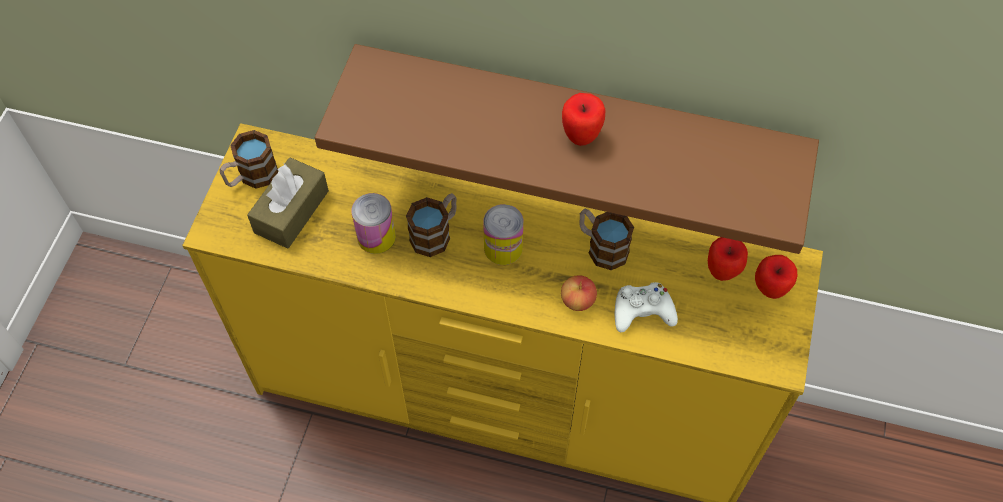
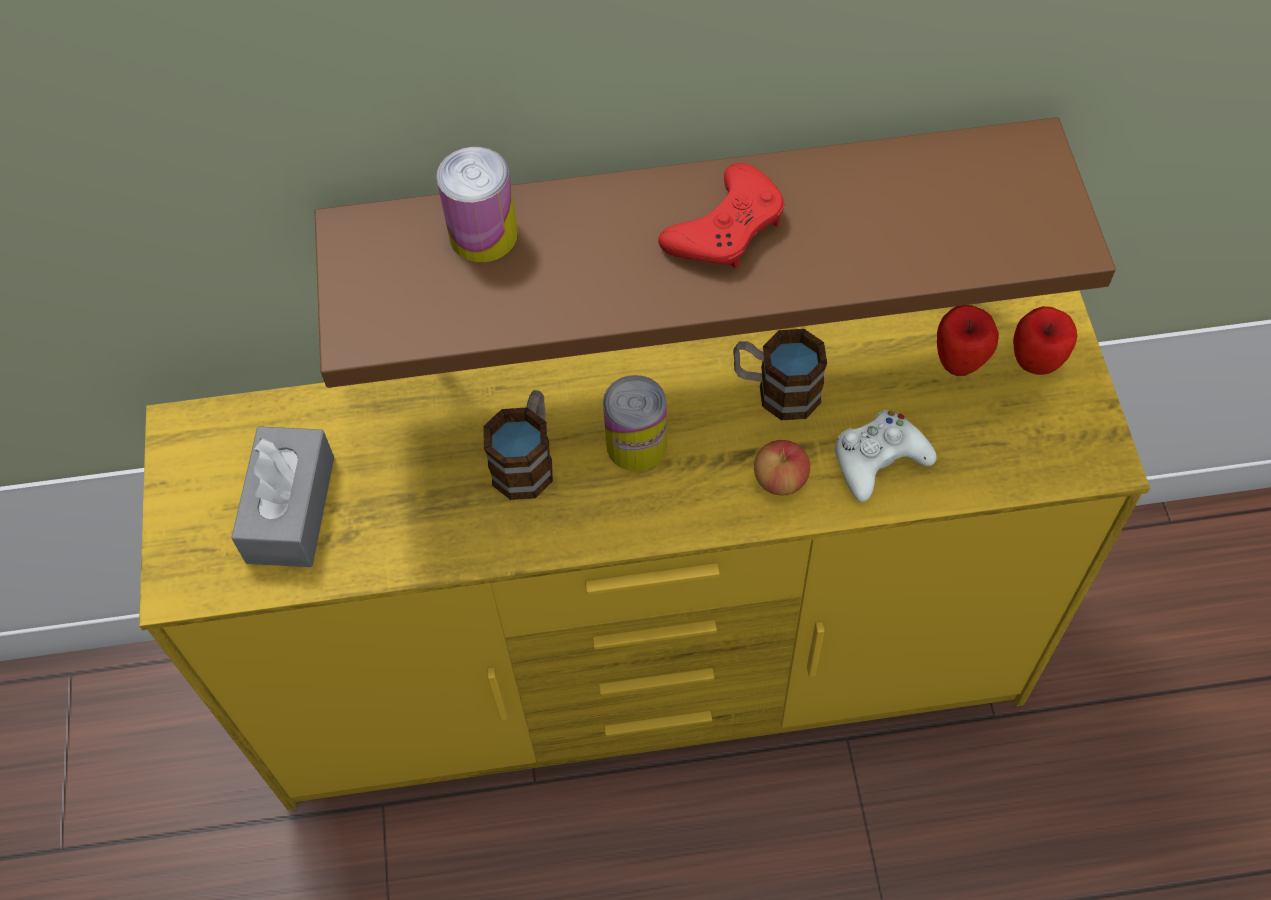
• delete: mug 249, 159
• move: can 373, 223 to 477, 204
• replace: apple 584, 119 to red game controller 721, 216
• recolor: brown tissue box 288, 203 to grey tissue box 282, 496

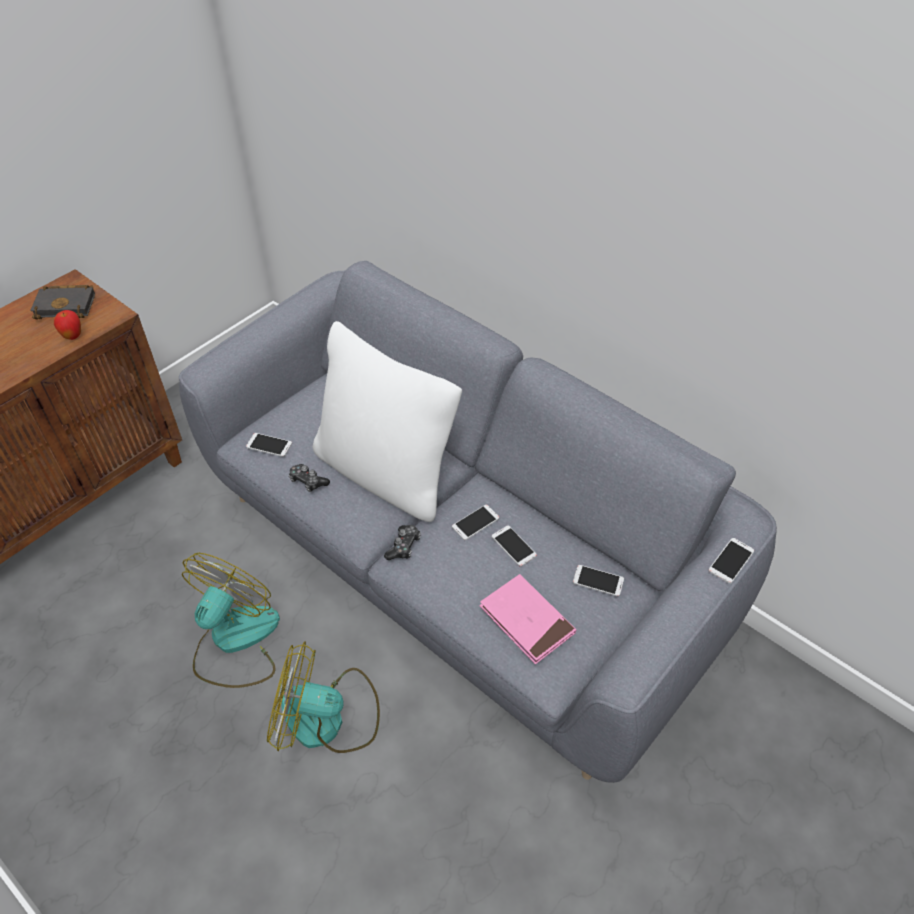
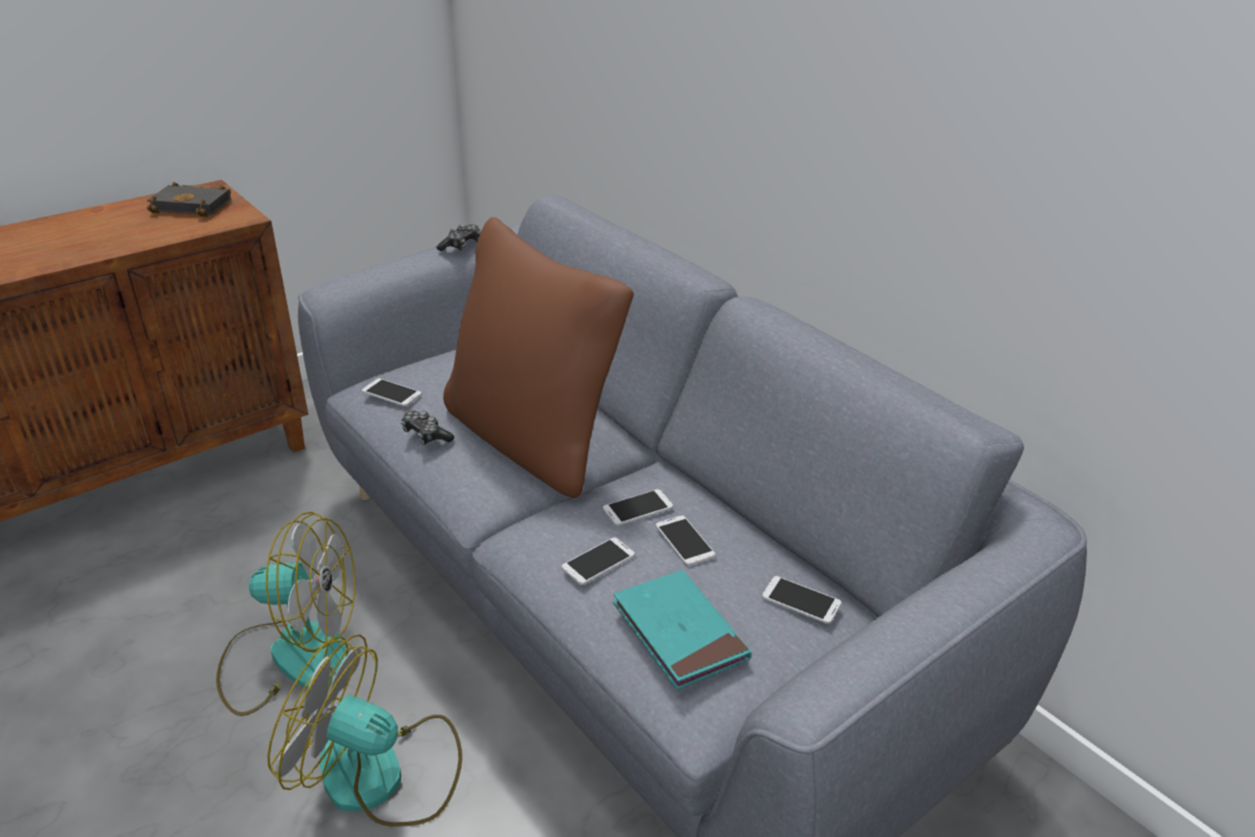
• delete: apple 67, 325
• move: game controller 402, 542 to 459, 237
• move: phone 731, 561 to 598, 561
• recolor: white pillow 387, 421 to brown pillow 538, 357
• recolor: pink book 528, 619 to turquoise book 682, 630
• rotate: fan 231, 620 = 285, 614 60 degrees clockwise

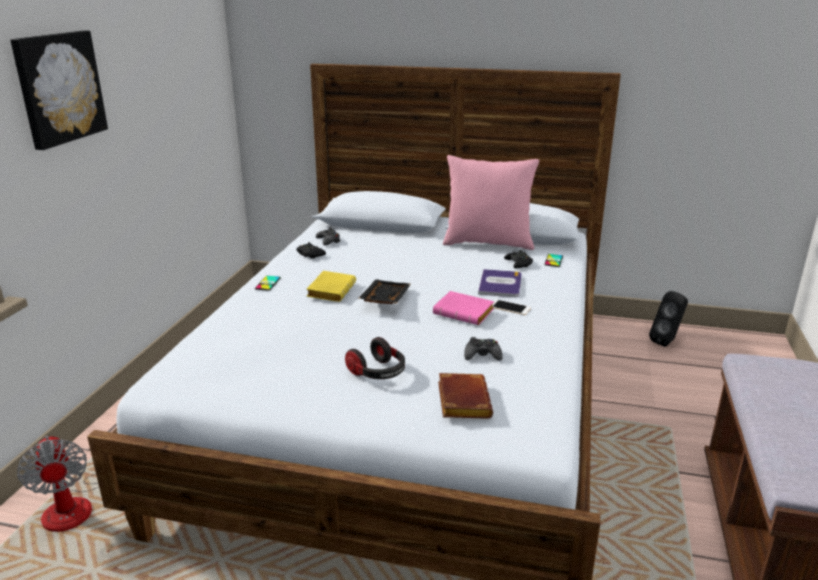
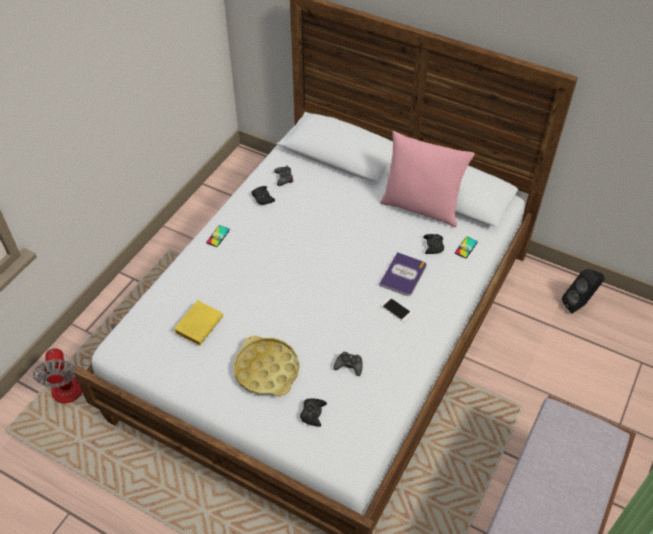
• delete: picture 59, 90
• delete: black tray 384, 291
• delete: pink book 463, 308
• move: yellow book 331, 286 to 198, 322
• replace: headphones 375, 358 to yellow tray 266, 365
• replace: brown book 465, 396 to black game controller 313, 413

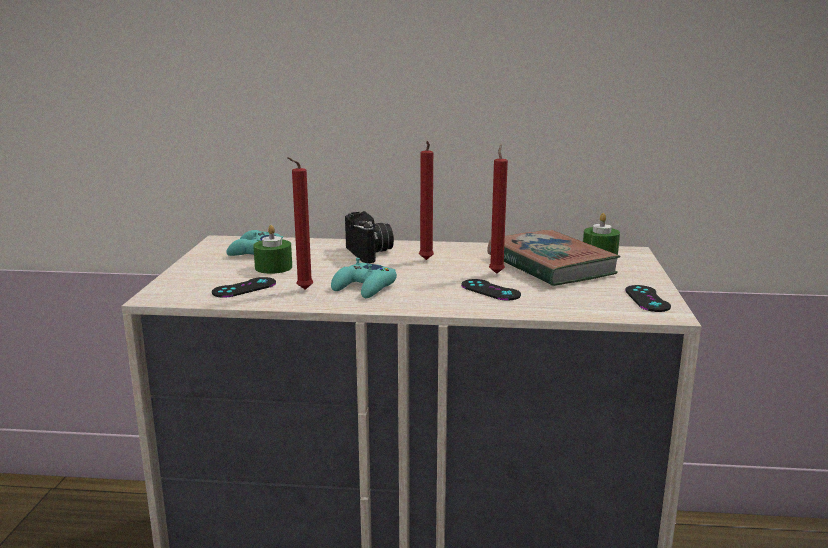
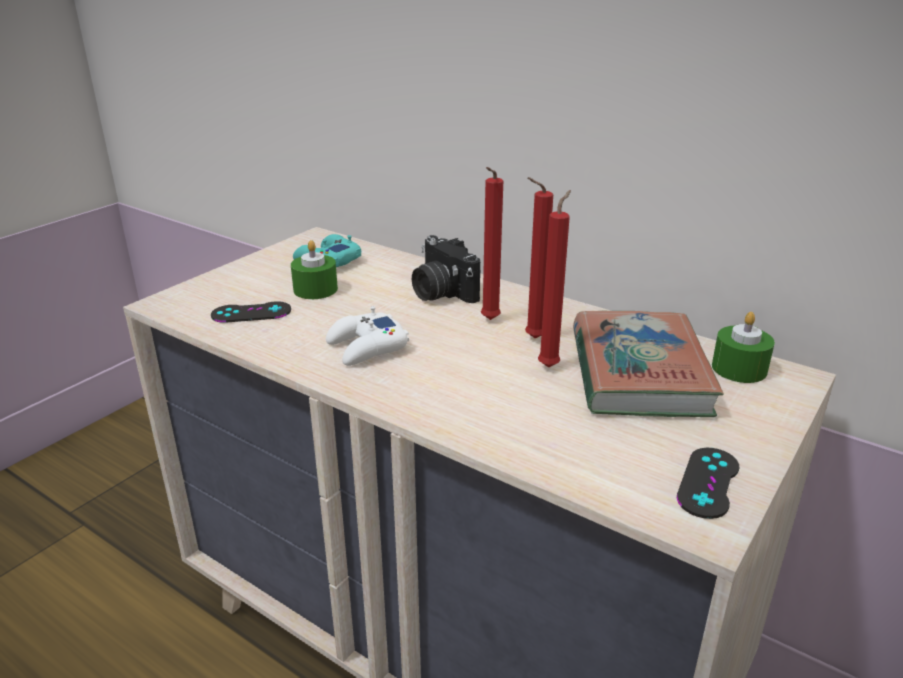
• delete: black game controller 491, 290
• move: red candle 300, 223 to 539, 258
• recolor: turquoise game controller 364, 278 to white game controller 367, 336
• rotate: photo camera 369, 237 = 446, 269 135 degrees clockwise

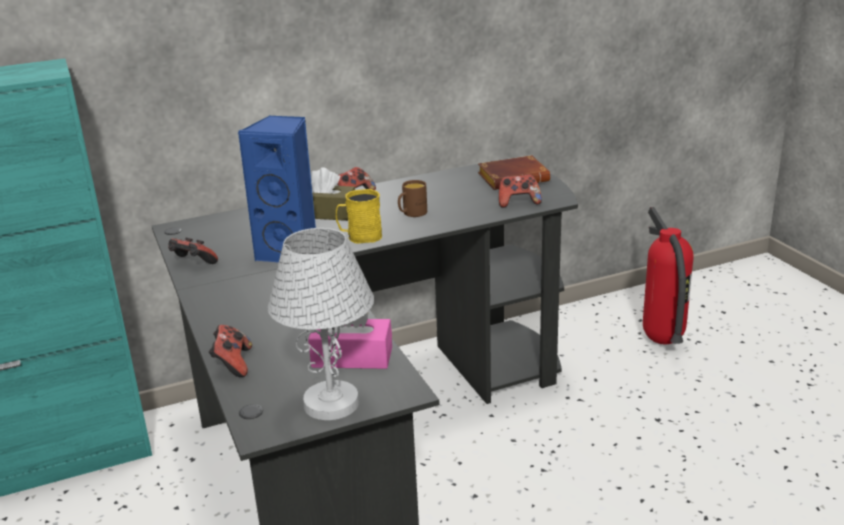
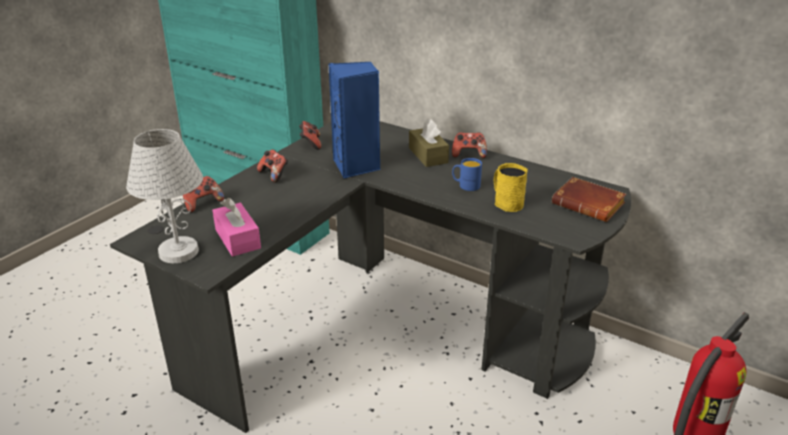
• move: yellow mug 359, 216 to 510, 187
• move: game controller 520, 191 to 272, 166
• recolor: brown mug 412, 198 to blue mug 467, 174

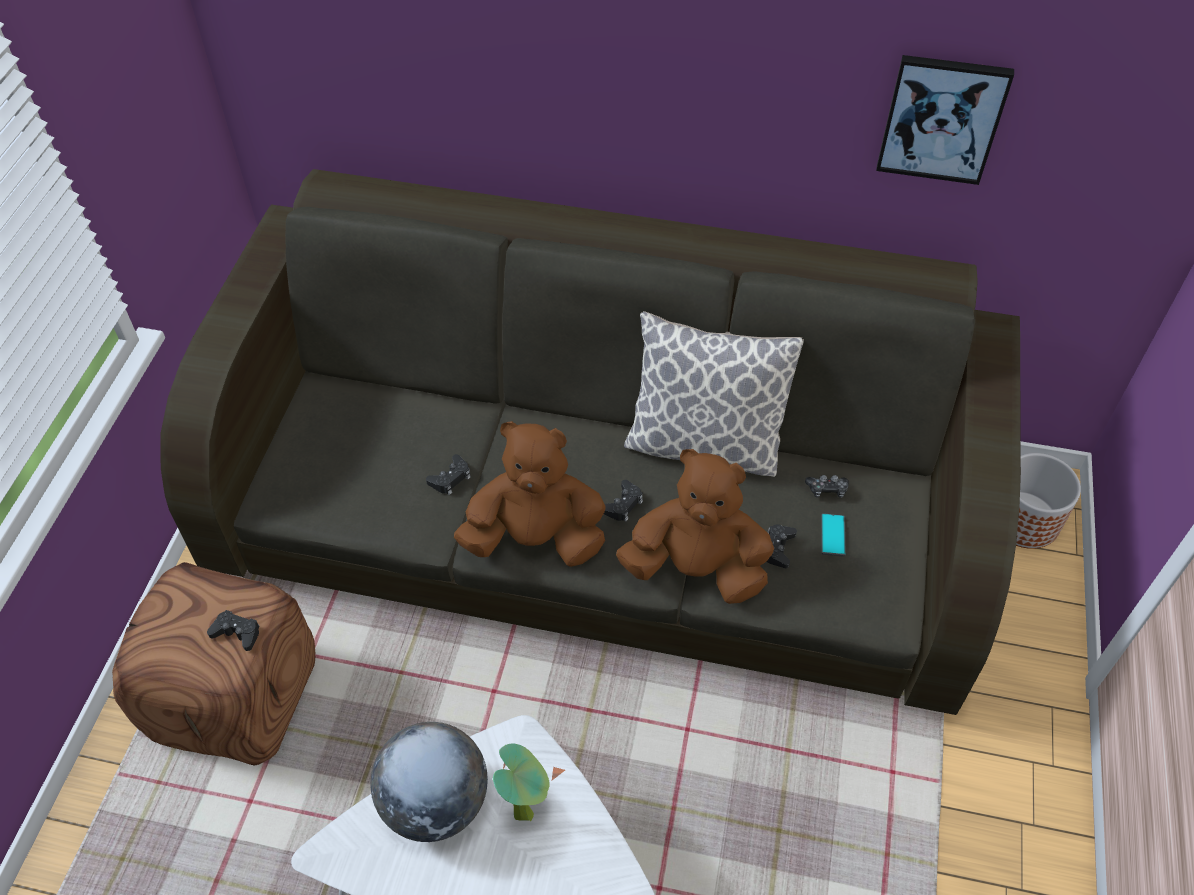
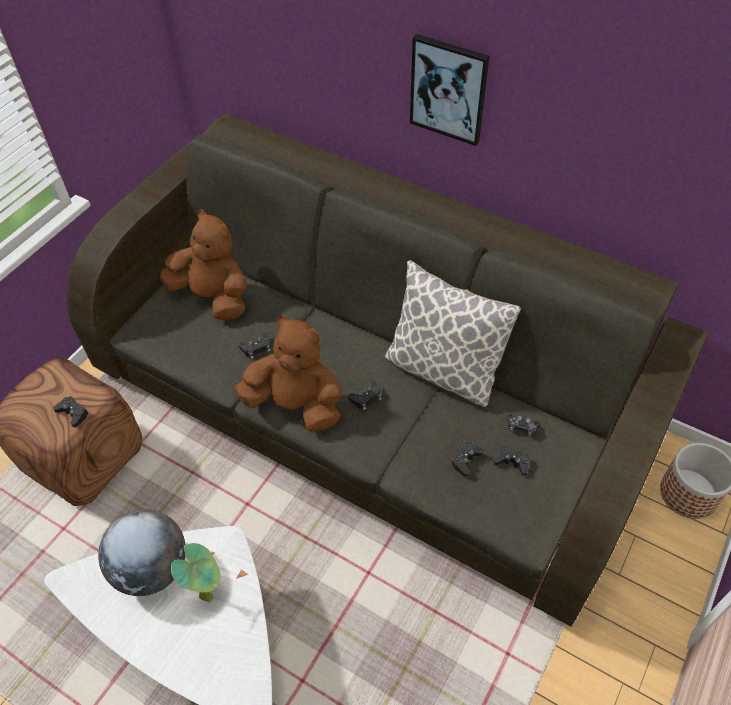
• move: brown plush toy 695, 526 to 203, 265
• move: picture 945, 120 to 449, 90
• replace: phone 833, 535 to black game controller 511, 461

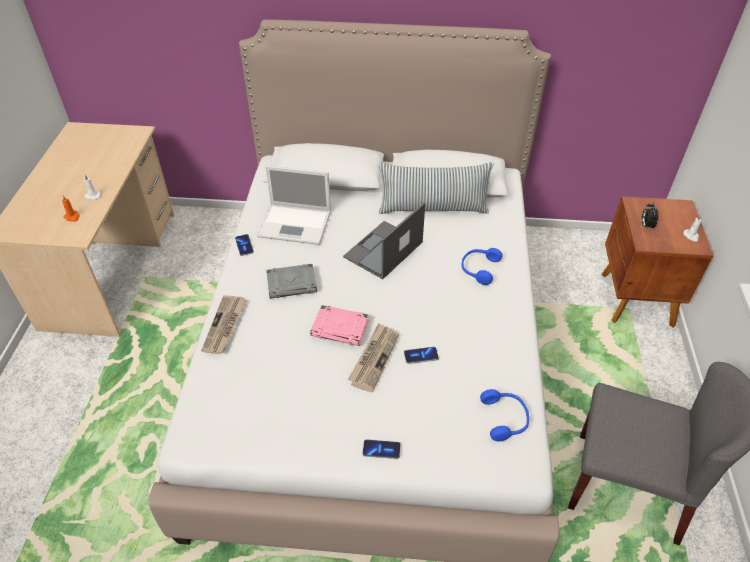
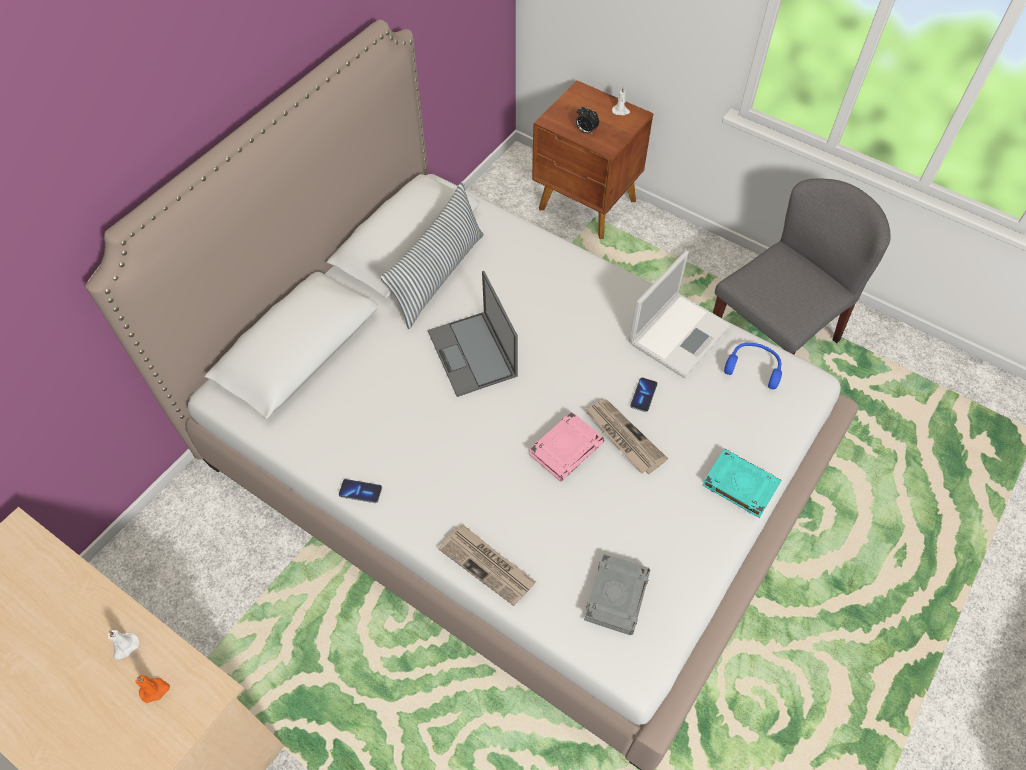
• delete: blue headphones 481, 266
• move: laptop 294, 205 to 680, 314
• move: grey book 291, 281 to 617, 594
• replace: phone 382, 449 to turquoise book 742, 483

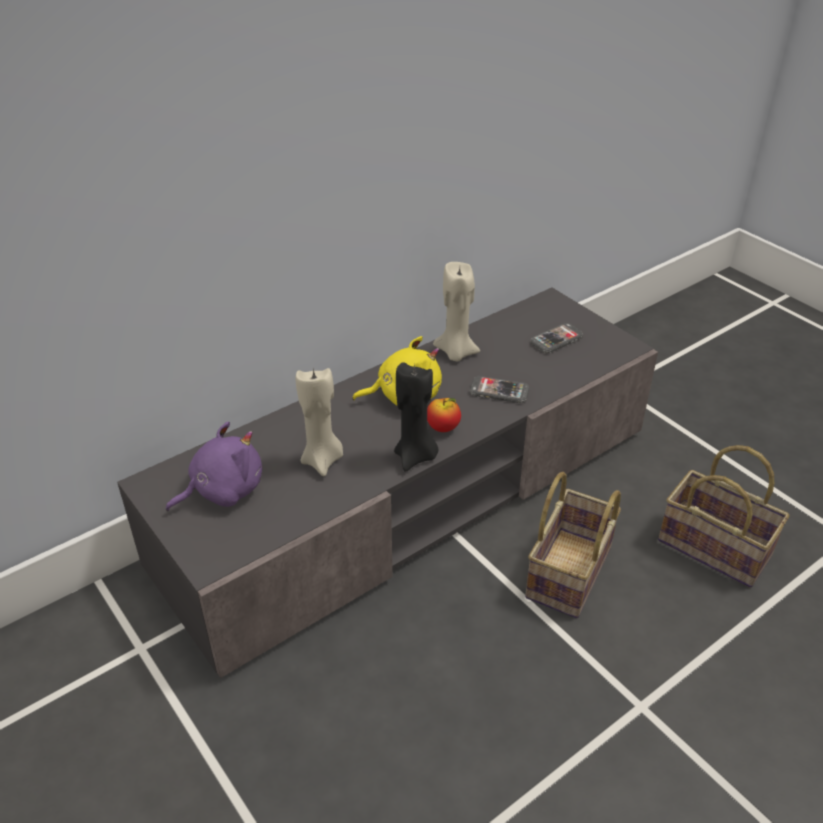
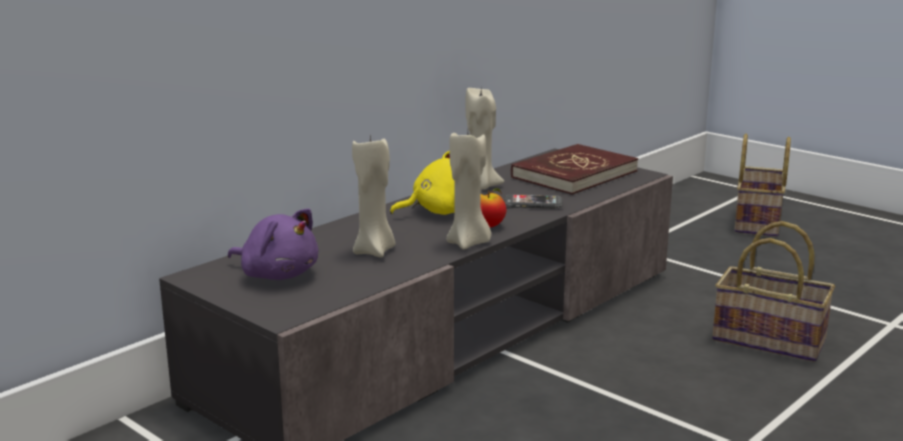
• move: basket 573, 545 to 762, 185
• replace: phone 556, 338 to red book 574, 169
• recolor: black candle 416, 417 to beige candle 468, 190
• rotate: purple plush toy 214, 466 = 273, 244 75 degrees clockwise

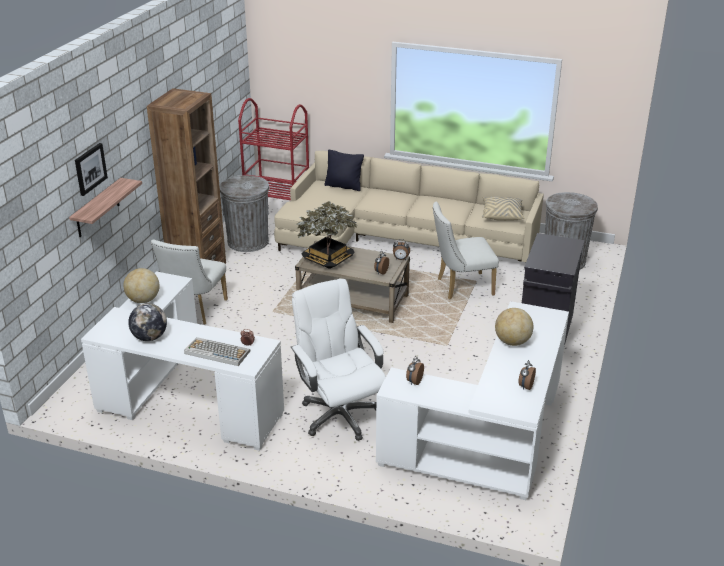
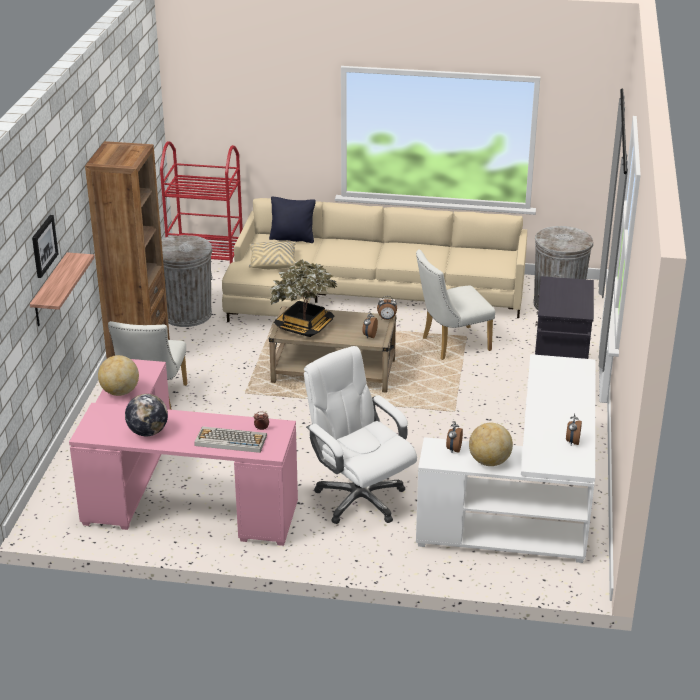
• move: beige pillow 503, 209 to 272, 255
• move: globe 514, 327 to 491, 444
• recolor: white desk 182, 361 to pink desk 183, 452

